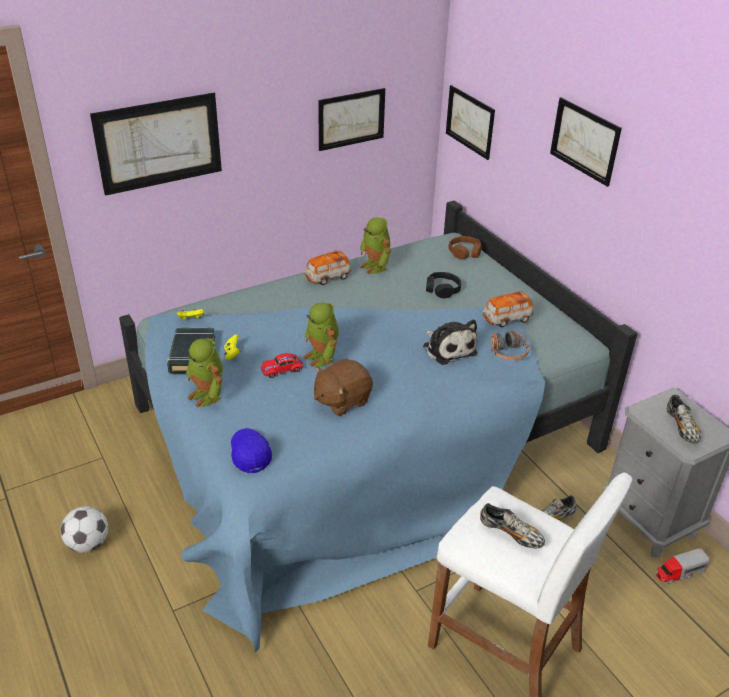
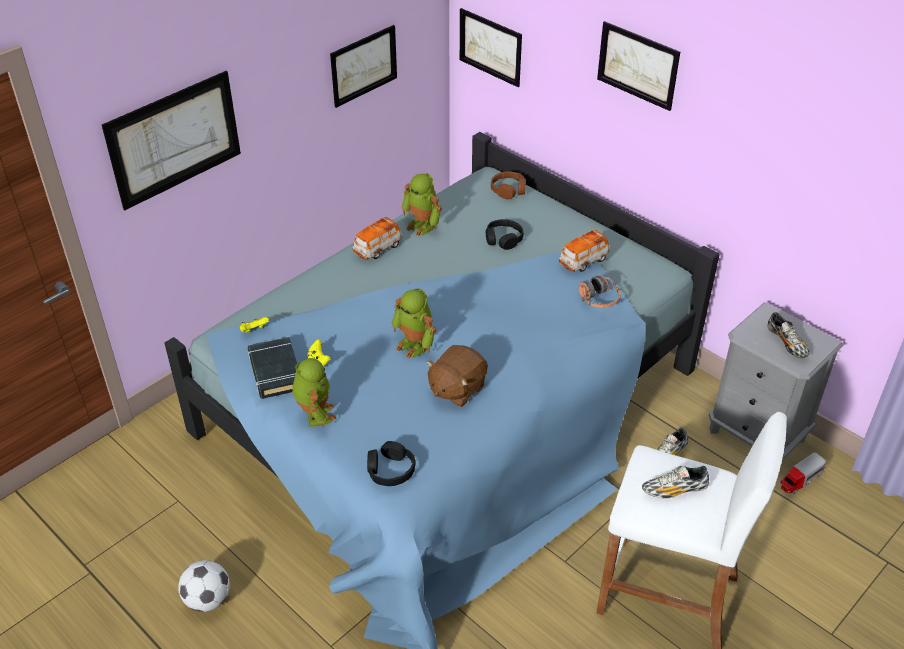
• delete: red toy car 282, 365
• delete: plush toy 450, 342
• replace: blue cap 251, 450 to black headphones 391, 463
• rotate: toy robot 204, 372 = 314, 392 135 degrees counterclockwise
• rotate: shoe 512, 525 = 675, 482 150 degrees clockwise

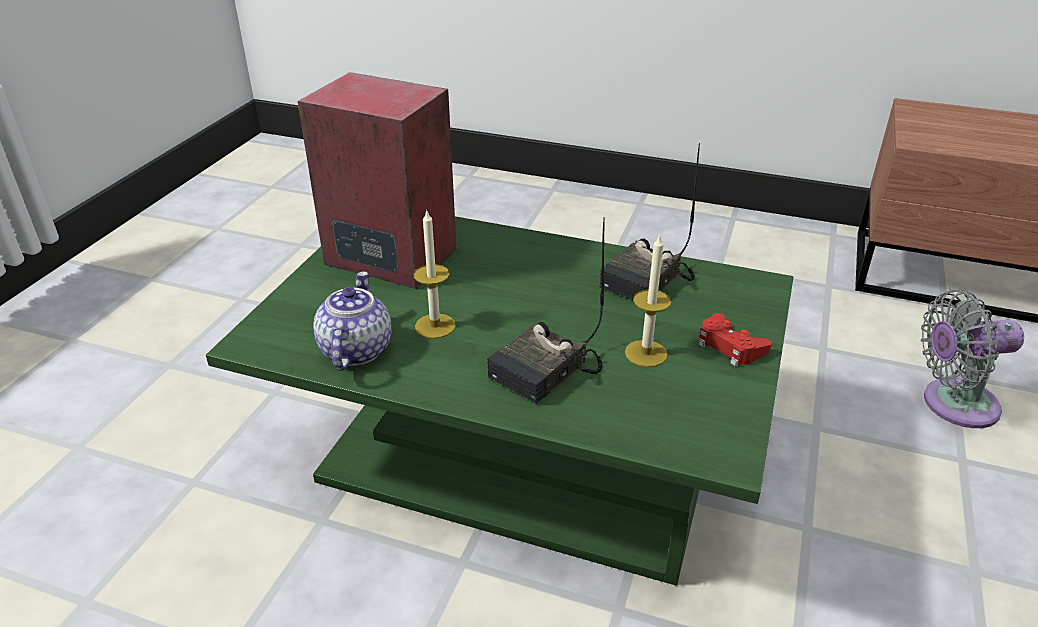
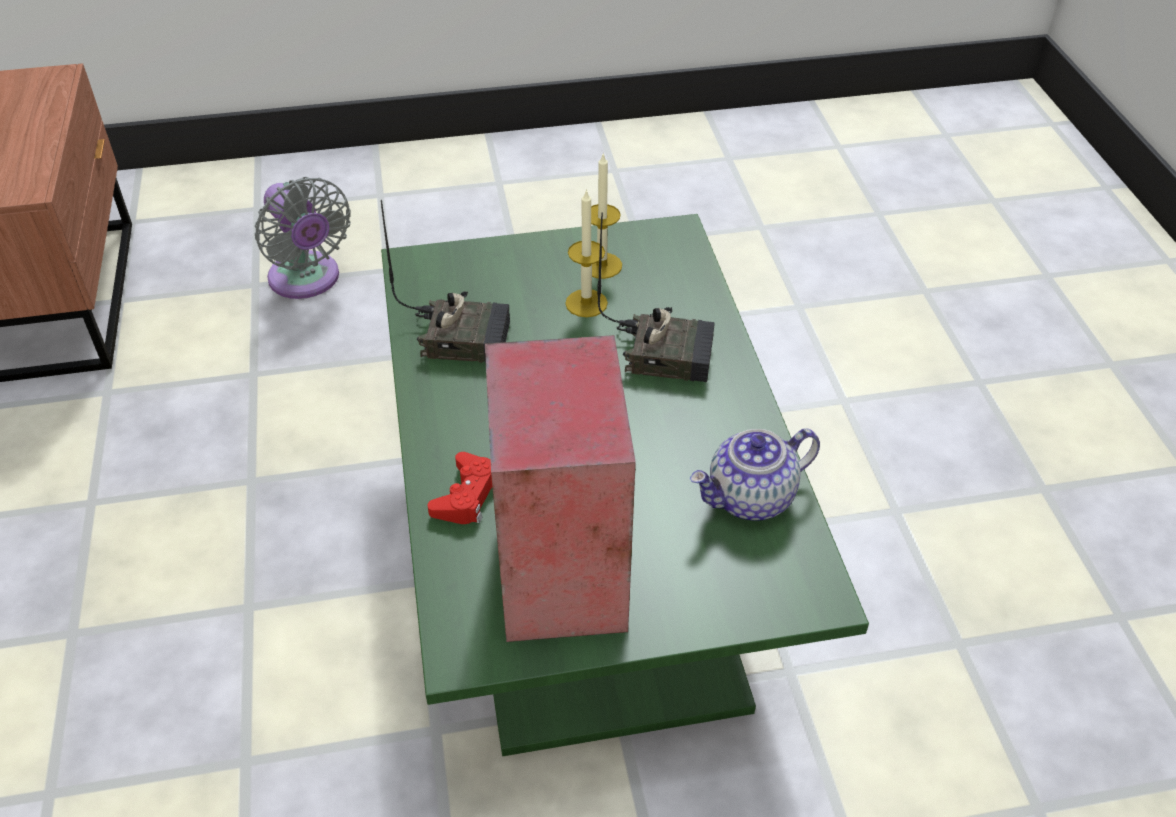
• move: candle 434, 275 to 606, 216
• move: red game controller 735, 340 to 459, 488

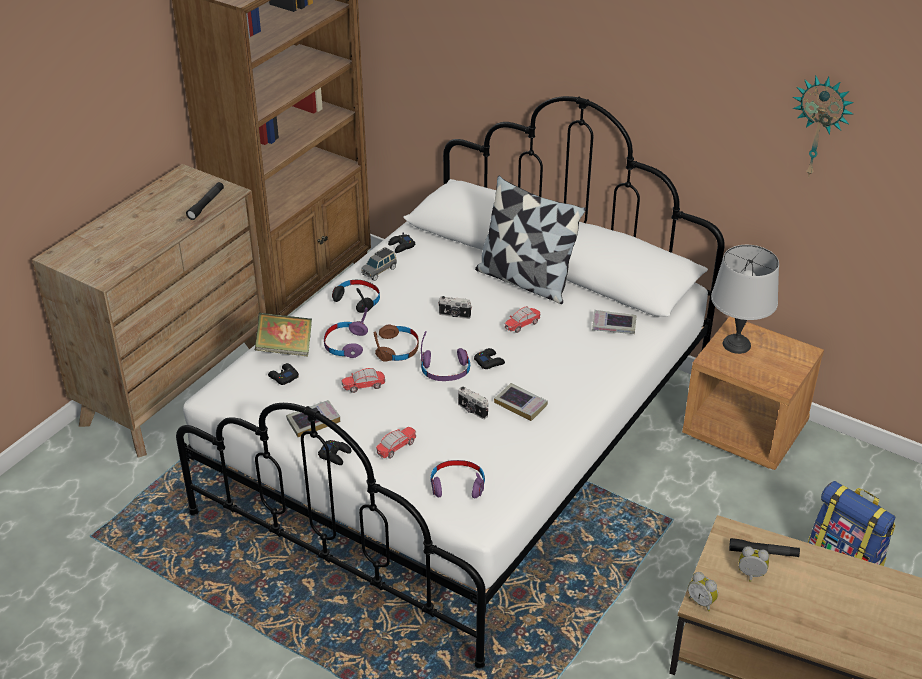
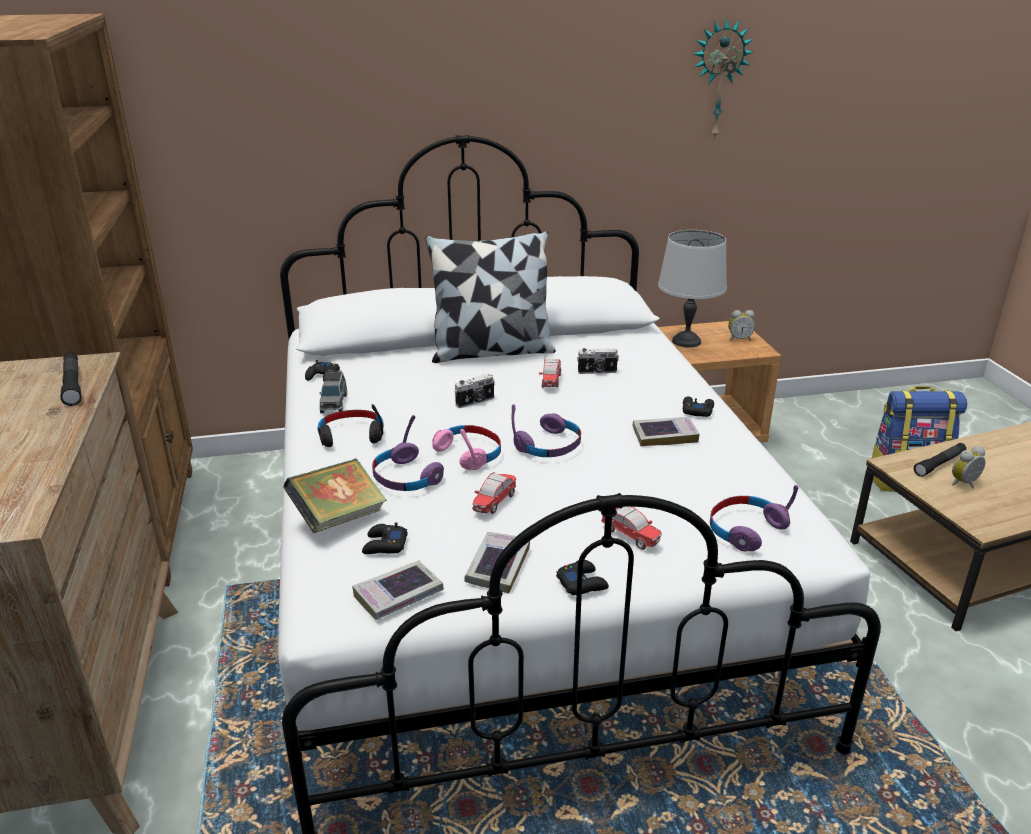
• move: photo camera 473, 403 to 598, 361
• move: black game controller 489, 358 to 698, 407
• move: book 614, 322 to 398, 590
• move: alarm clock 703, 591 to 741, 325
• recolor: brown headphones 396, 343 to pink headphones 466, 447
• rotate: toy car 396, 443 = 631, 528 135 degrees clockwise

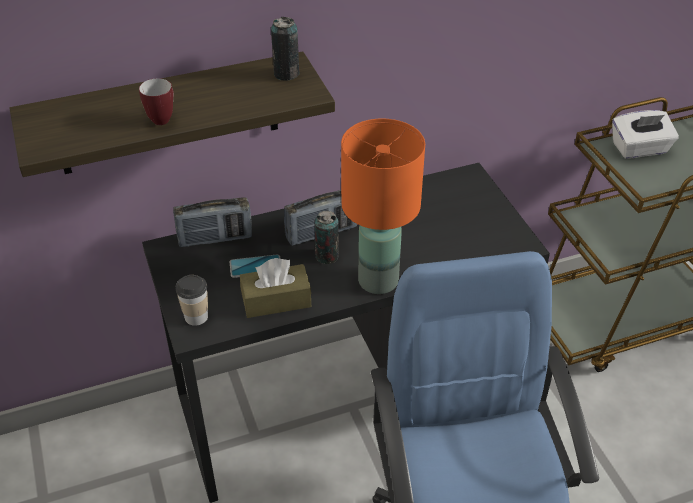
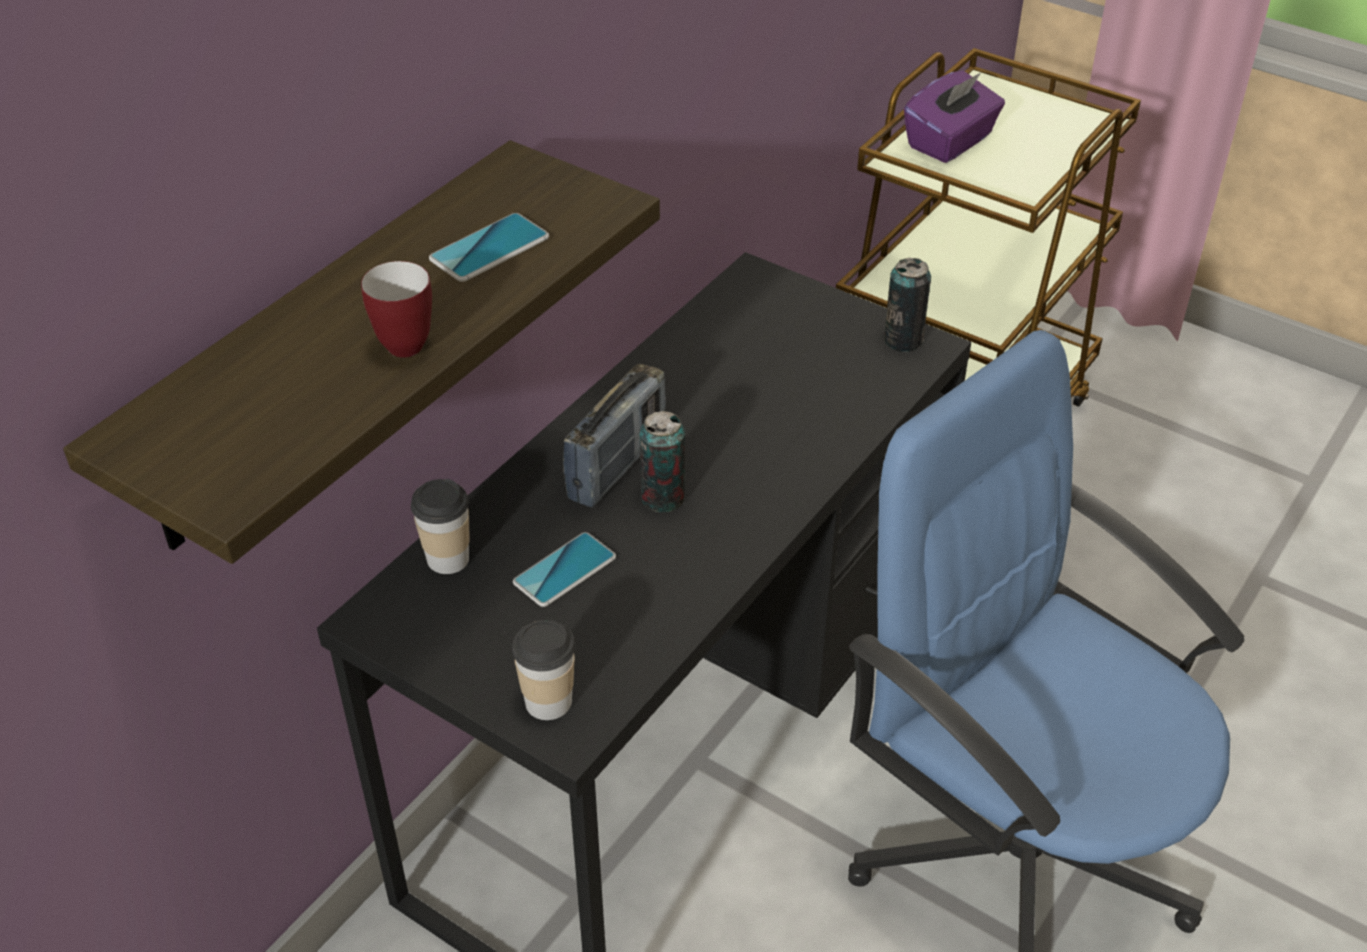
• delete: brown tissue box 275, 288
• delete: orange table lamp 383, 206
• insert: phone 489, 247
• move: can 285, 49 to 907, 305
• replace: radio 212, 222 to cup 440, 526
• recolor: white tissue box 645, 134 to purple tissue box 954, 117

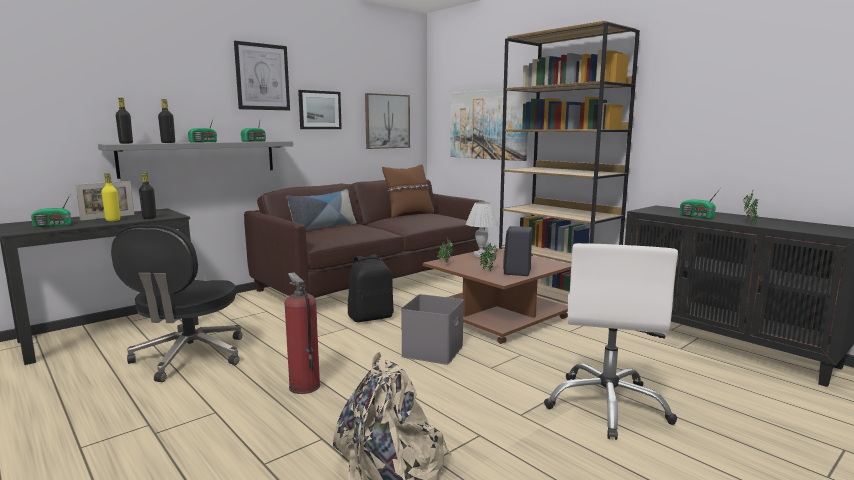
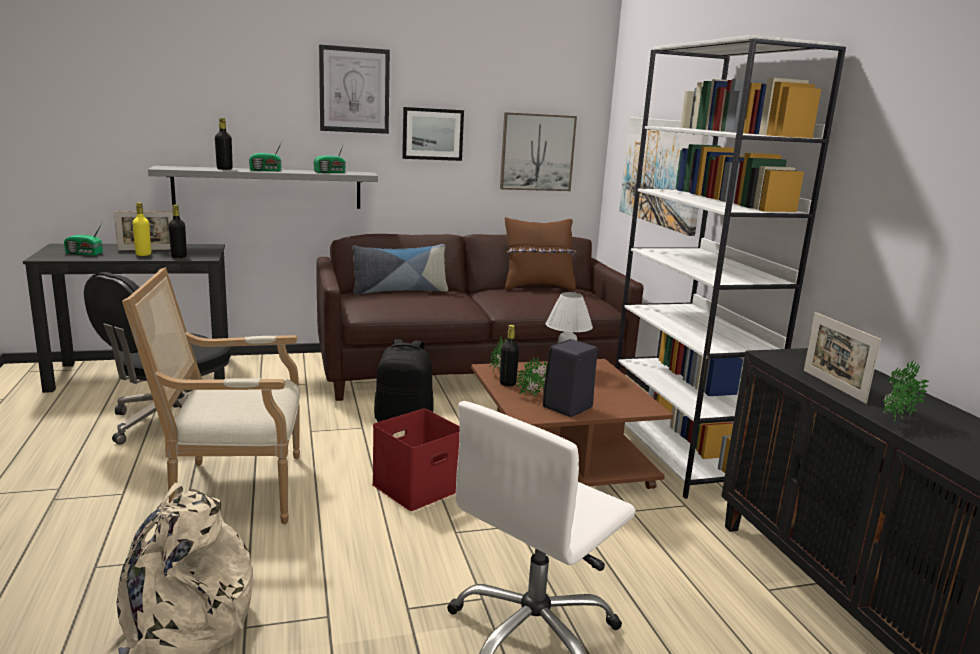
• move: black bottle 124, 121 to 509, 356
• replace: fire extinguisher 302, 333 to armchair 211, 395
• replace: radio 700, 204 to picture frame 842, 358
• recolor: grey storage box 432, 329 to red storage box 415, 460
• recolor: brown bookcase 569, 162 to white bookcase 731, 267

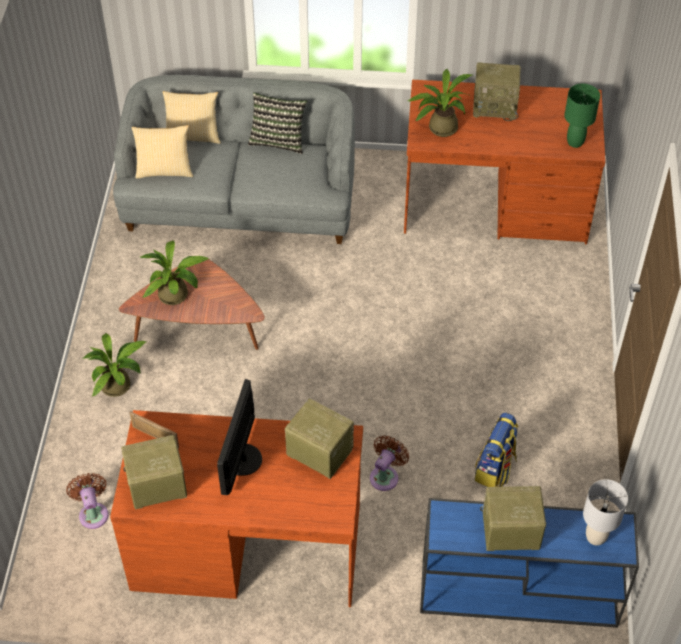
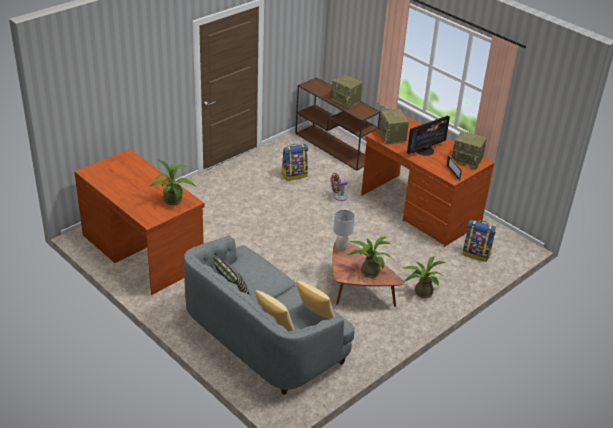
• delete: radio 497, 91
• delete: green table lamp 582, 115
• move: grey table lamp 605, 512 to 344, 230
• replace: brown fan 87, 501 to backpack 479, 241
• recolor: blue console table 529, 563 to brown console table 337, 124

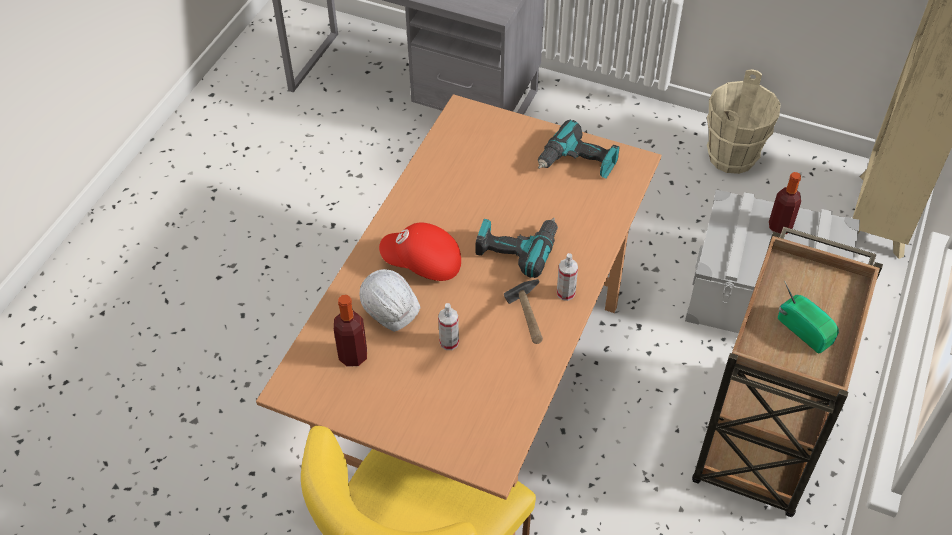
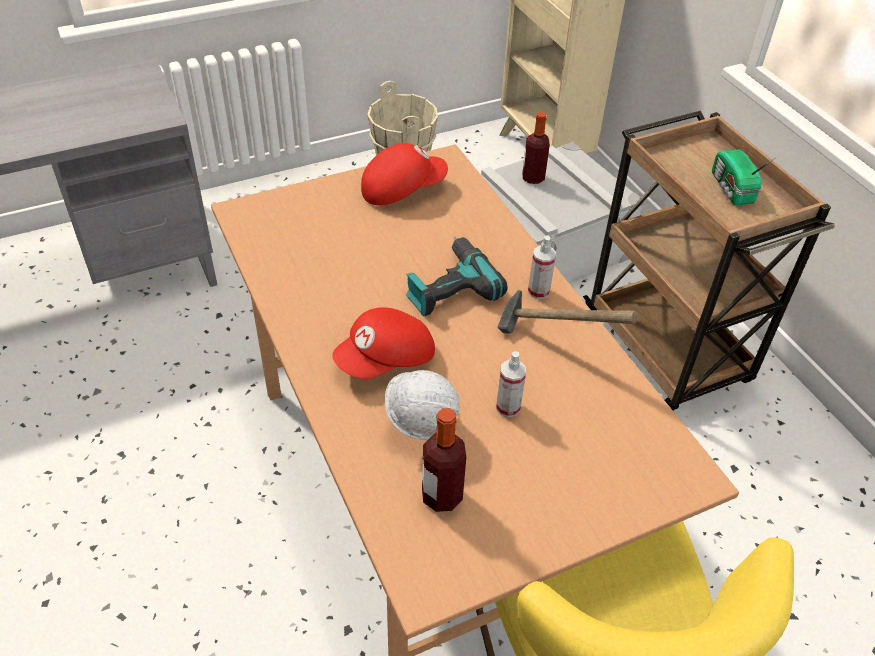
• replace: power drill 578, 149 to red cap 404, 174
• rotate: radio 808, 316 = 743, 177 105 degrees counterclockwise

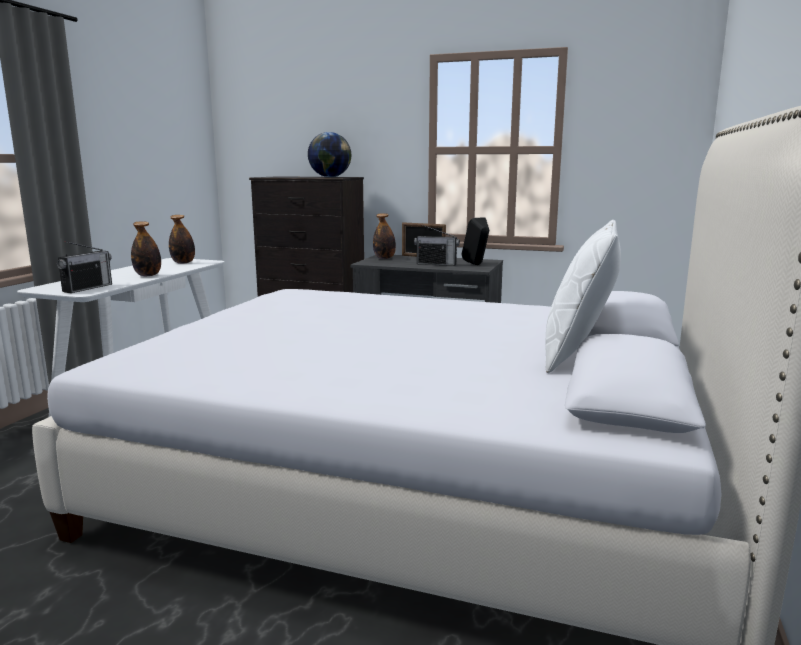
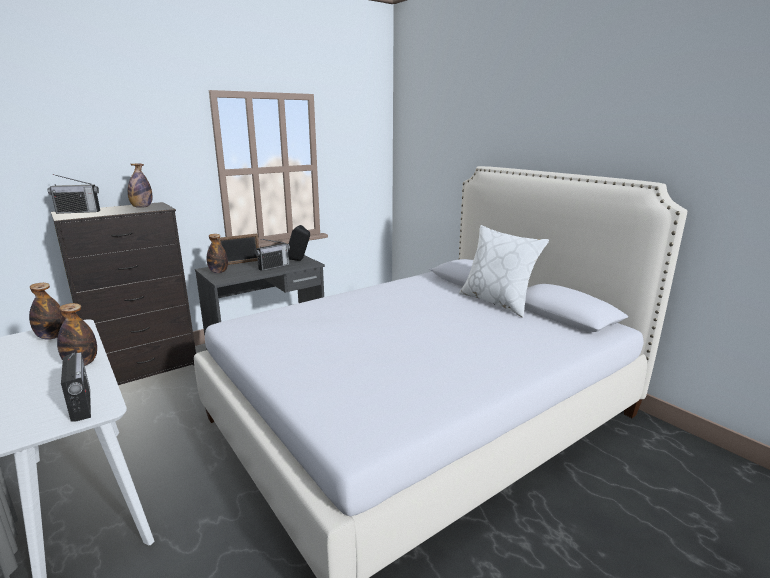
• insert: radio 74, 194
• replace: globe 329, 154 to bottle 140, 186

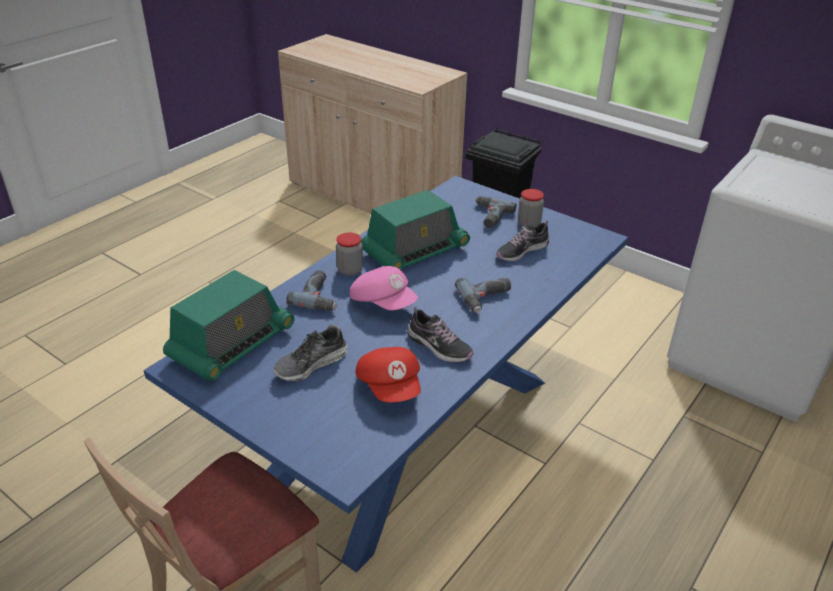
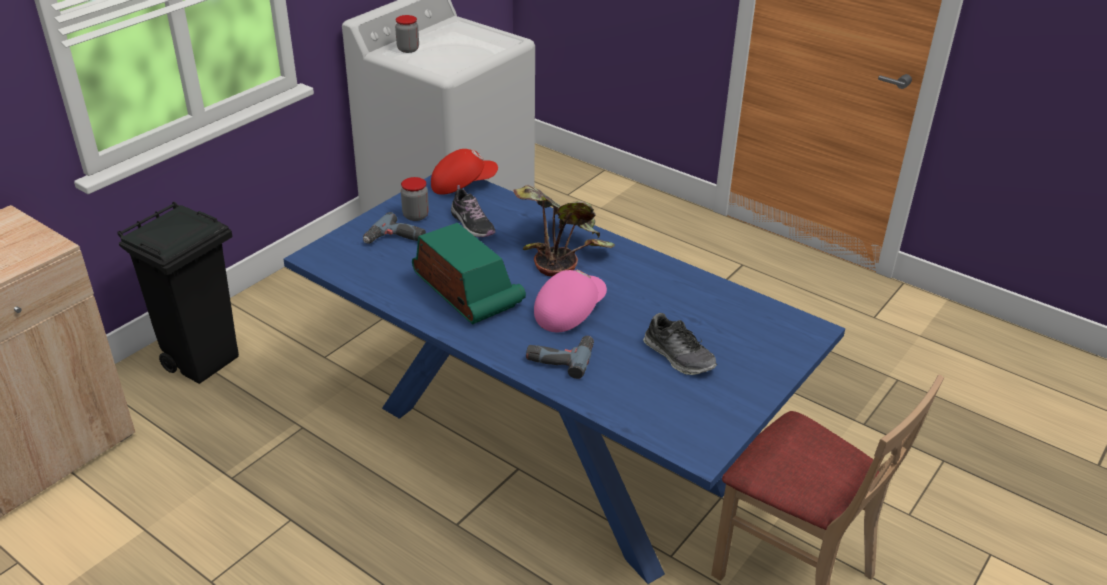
• delete: radio 228, 325
• delete: shoe 440, 334
• move: jar 349, 254 to 407, 34
• move: red cap 388, 374 to 464, 172
• replace: power drill 483, 295 to potted plant 564, 230

